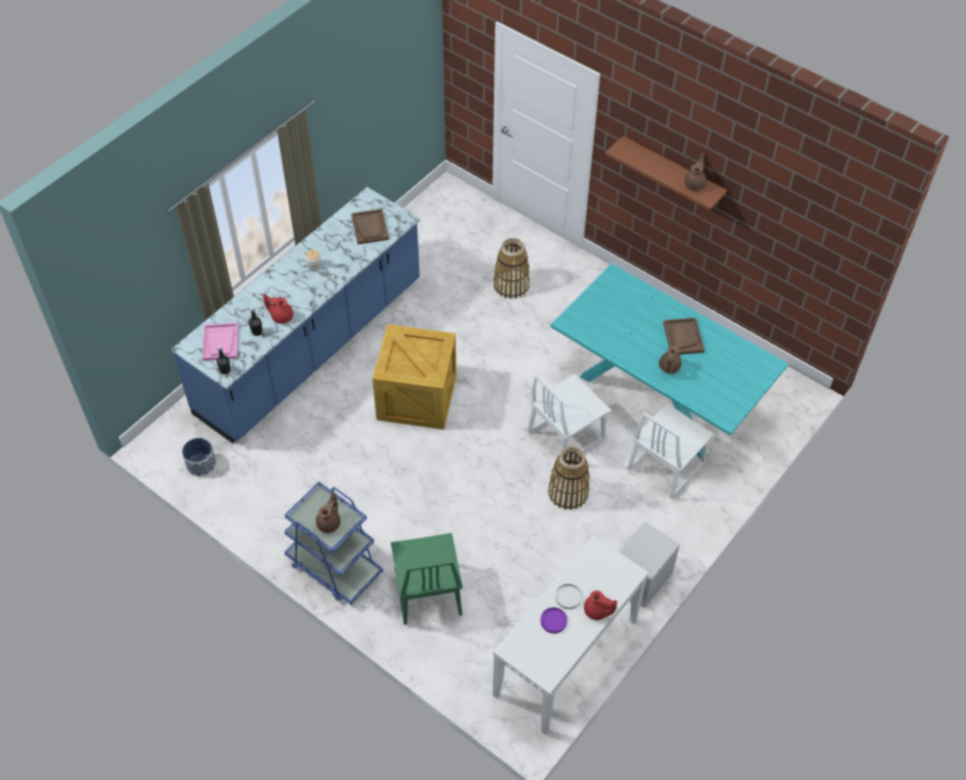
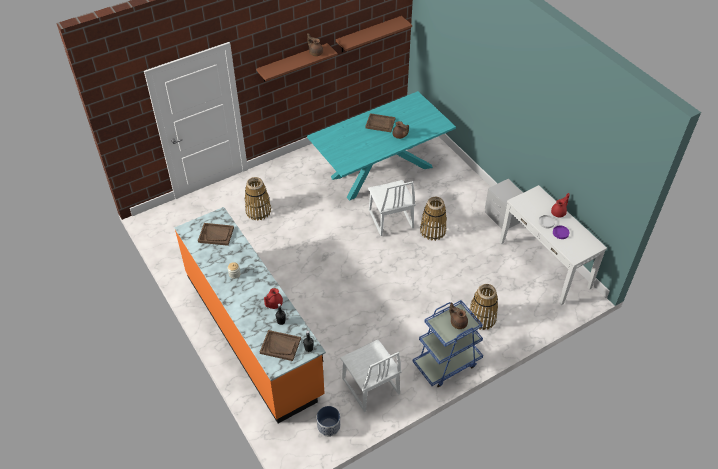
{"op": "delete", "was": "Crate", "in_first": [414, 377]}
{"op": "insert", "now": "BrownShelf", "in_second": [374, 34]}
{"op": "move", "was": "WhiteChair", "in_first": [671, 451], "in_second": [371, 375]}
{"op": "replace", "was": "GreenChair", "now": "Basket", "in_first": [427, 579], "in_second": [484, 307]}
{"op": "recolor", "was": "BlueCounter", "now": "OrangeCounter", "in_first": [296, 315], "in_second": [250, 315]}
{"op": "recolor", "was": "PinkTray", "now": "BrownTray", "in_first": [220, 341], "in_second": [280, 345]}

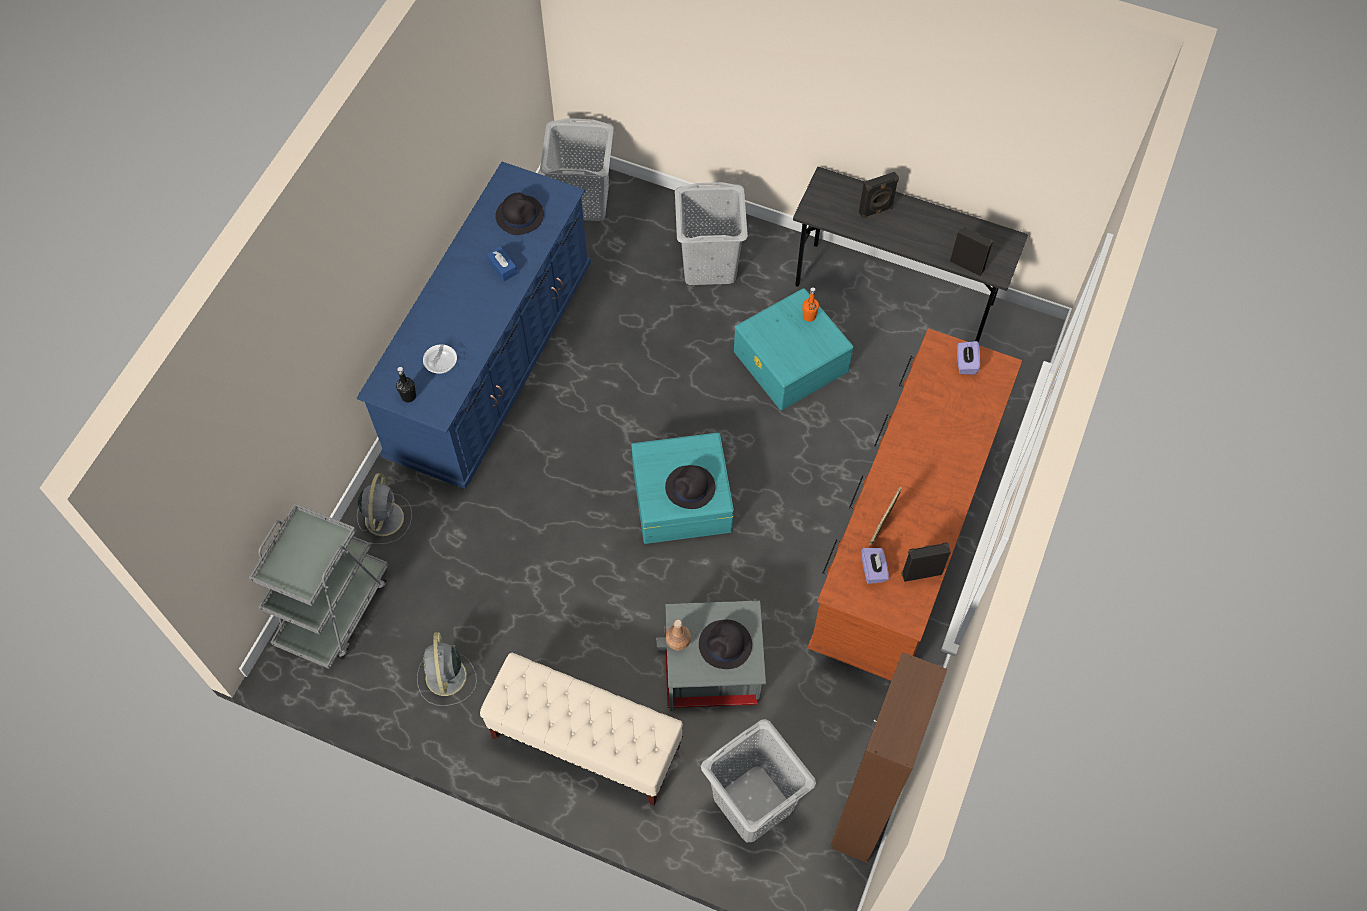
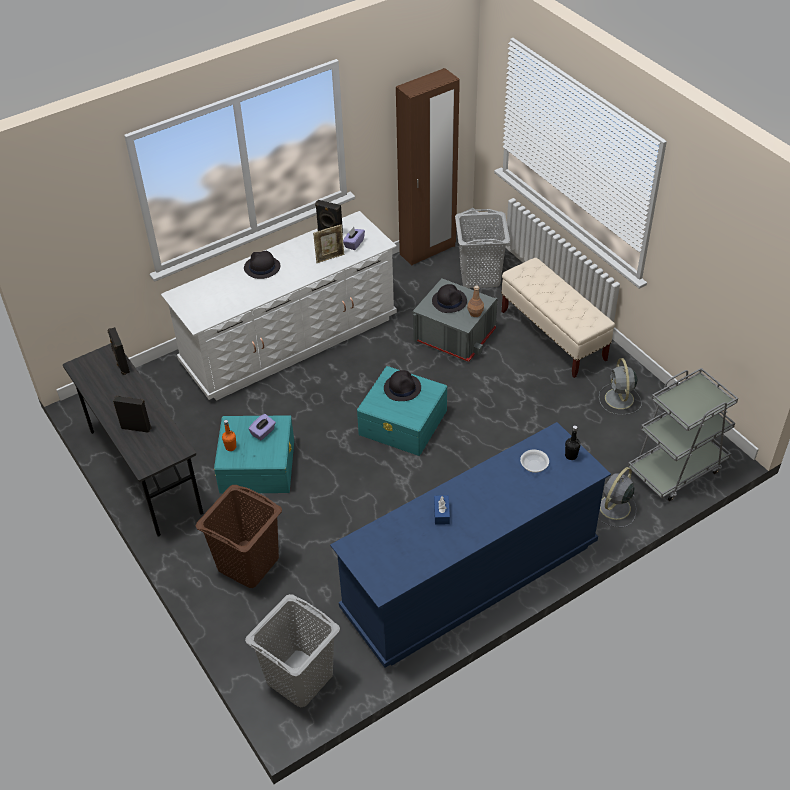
{"op": "move", "was": "BlackHat", "in_first": [519, 214], "in_second": [262, 265]}
{"op": "move", "was": "PurpleTissueBox", "in_first": [968, 358], "in_second": [262, 427]}
{"op": "recolor", "was": "GreyLaundryBasket", "now": "BrownLaundryBasket", "in_first": [711, 233], "in_second": [238, 536]}
{"op": "recolor", "was": "BrownDresser", "now": "WhiteDresser", "in_first": [915, 504], "in_second": [279, 306]}
{"op": "rotate", "was": "GreyFan", "in_first": [447, 669], "in_second": [620, 386], "clockwise": 150}

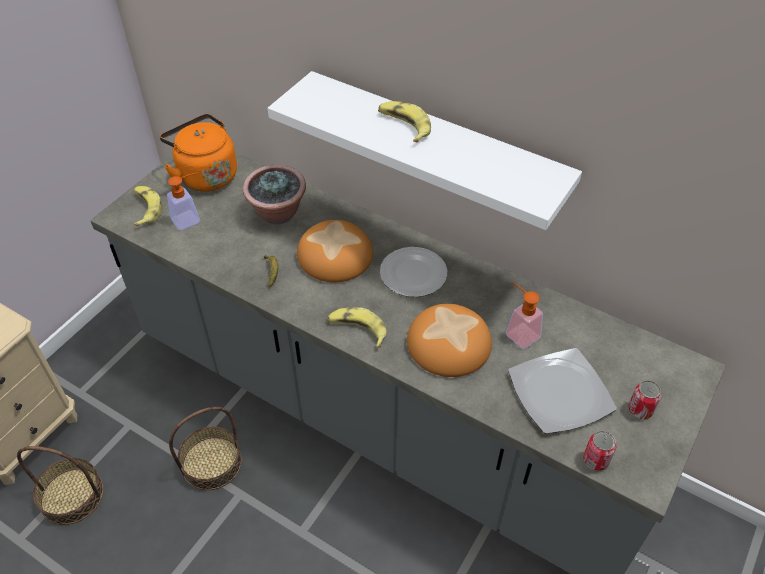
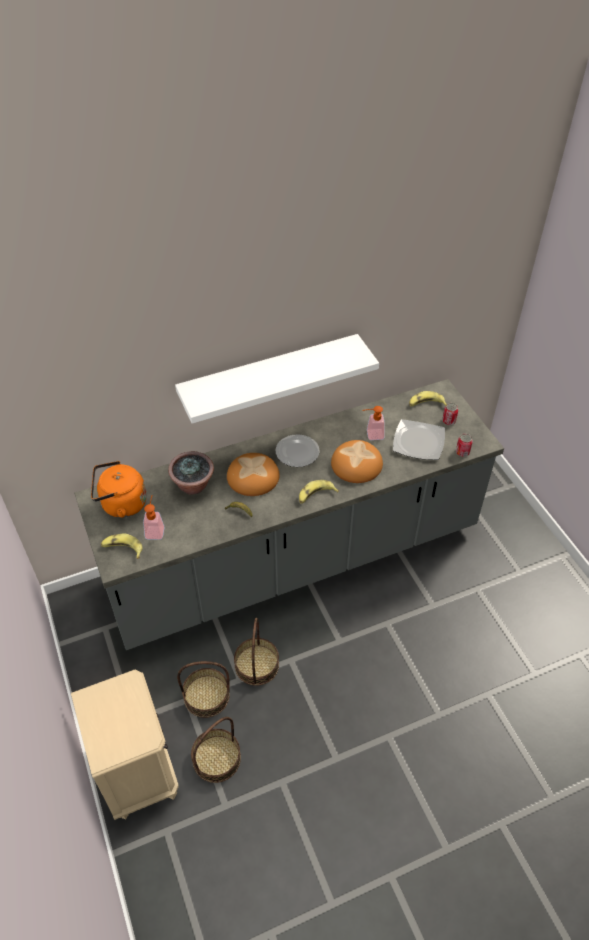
{"op": "insert", "now": "Basket", "in_second": [203, 689]}
{"op": "move", "was": "Banana", "in_first": [404, 122], "in_second": [428, 398]}

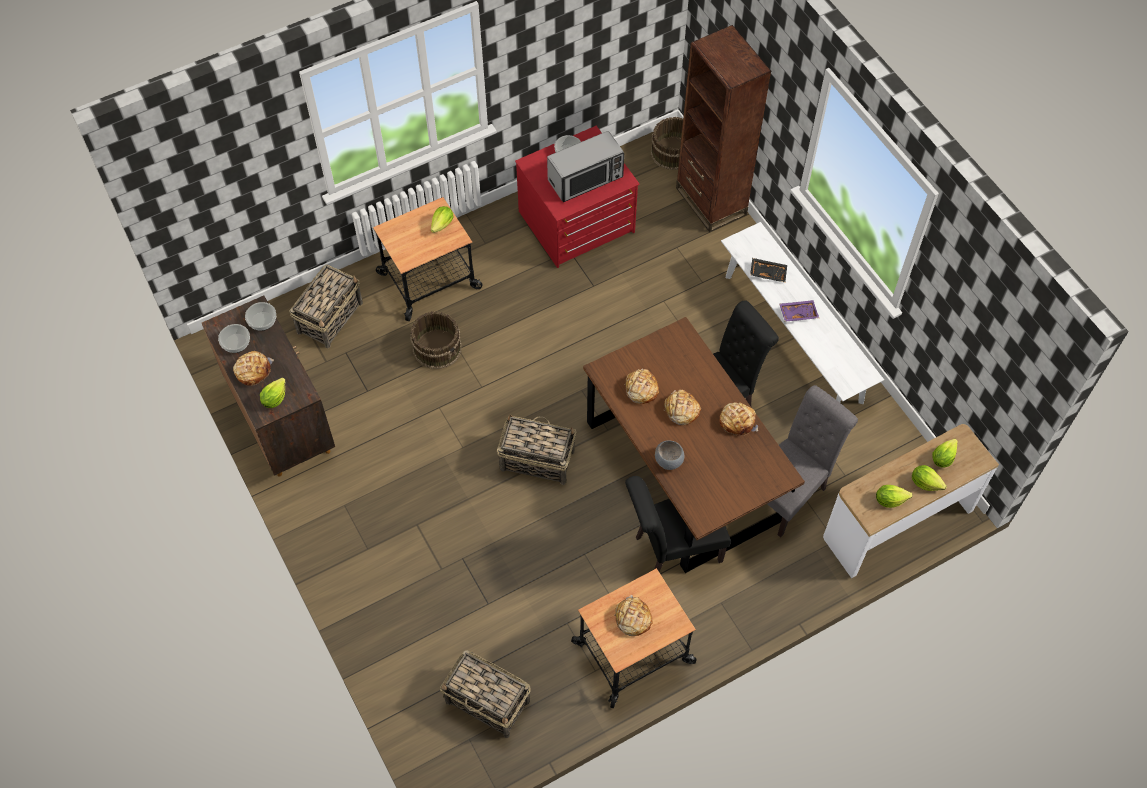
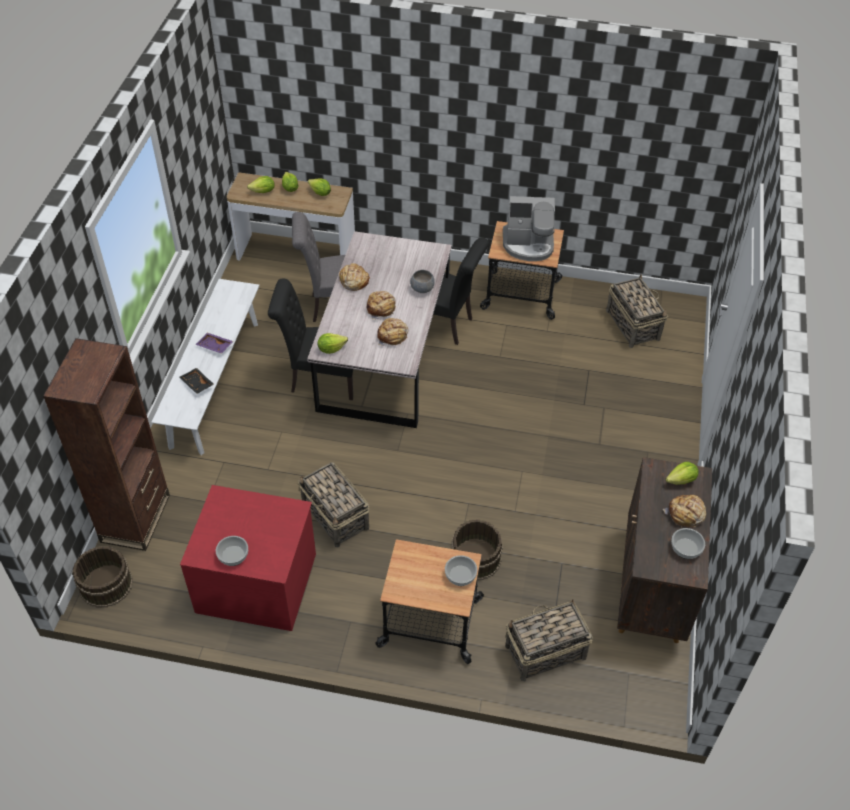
{"op": "delete", "was": "Microwave", "in_first": [585, 166]}
{"op": "move", "was": "Bowl", "in_first": [260, 316], "in_second": [461, 570]}
{"op": "move", "was": "Lettuce", "in_first": [442, 219], "in_second": [333, 343]}
{"op": "move", "was": "Basket", "in_first": [536, 449], "in_second": [333, 505]}
{"op": "replace", "was": "Bread", "now": "CoffeeMachine", "in_first": [633, 615], "in_second": [529, 228]}
{"op": "recolor", "was": "BrownDiningTable", "now": "GreyDiningTable", "in_first": [694, 445], "in_second": [379, 329]}

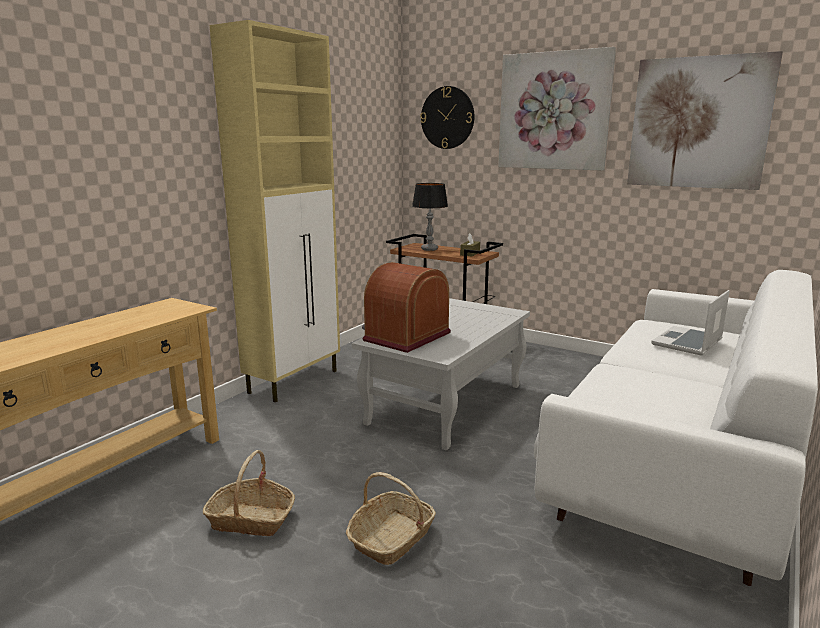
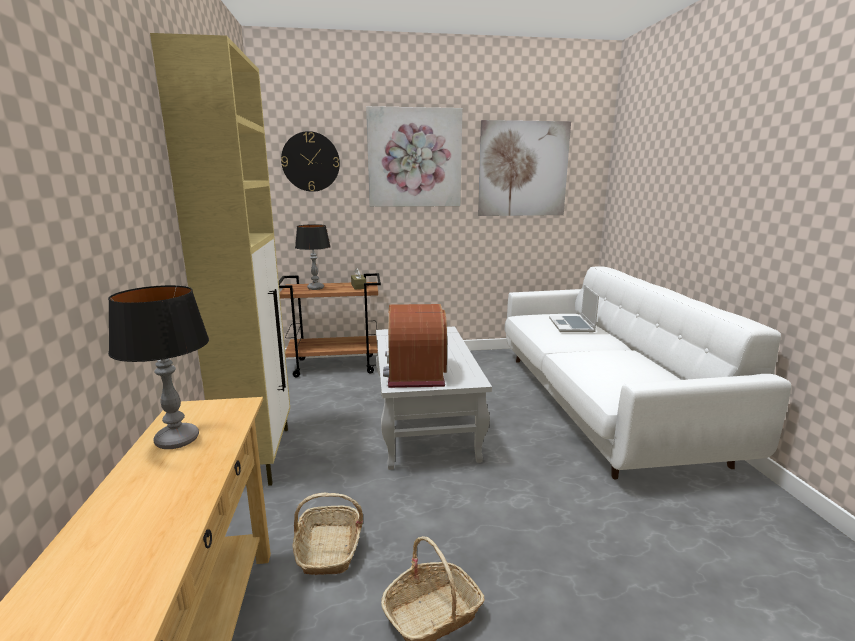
{"op": "insert", "now": "TableLamp", "in_second": [158, 367]}
{"op": "move", "was": "Basket", "in_first": [391, 518], "in_second": [328, 534]}

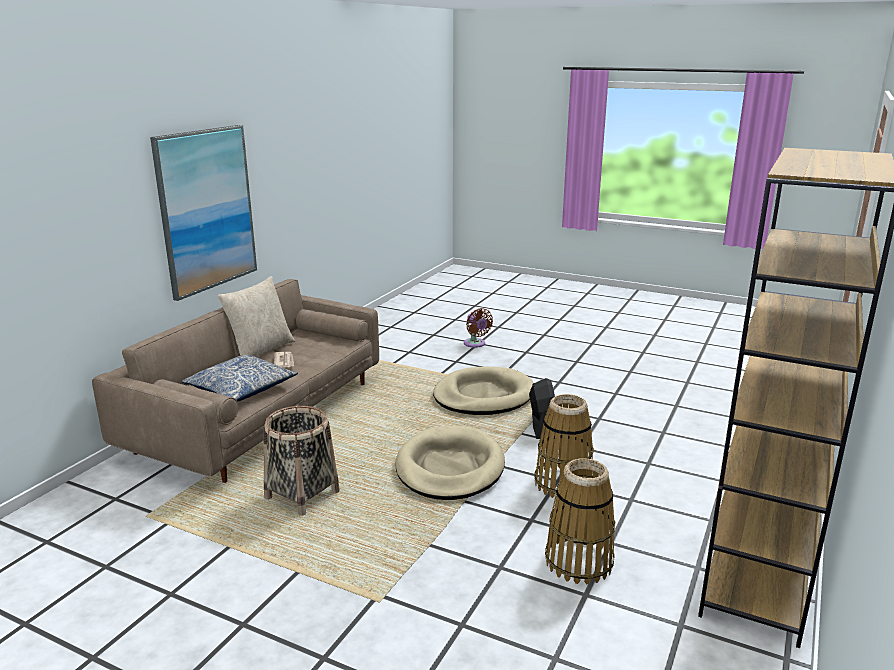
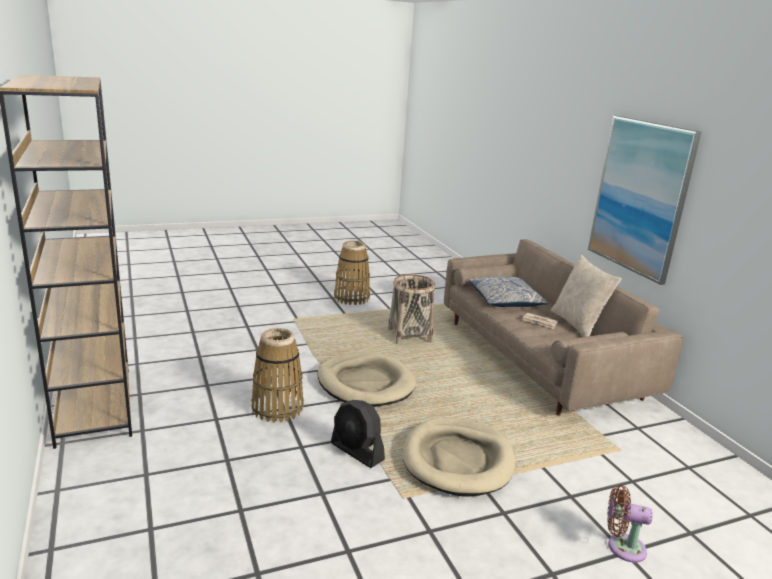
{"op": "move", "was": "Basket", "in_first": [580, 521], "in_second": [352, 273]}

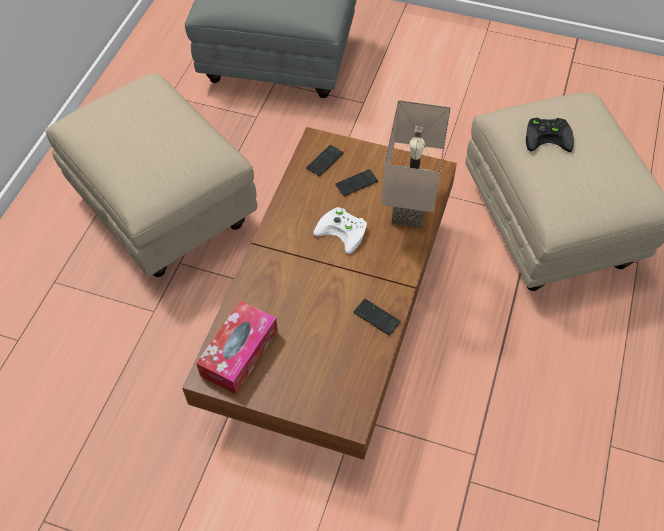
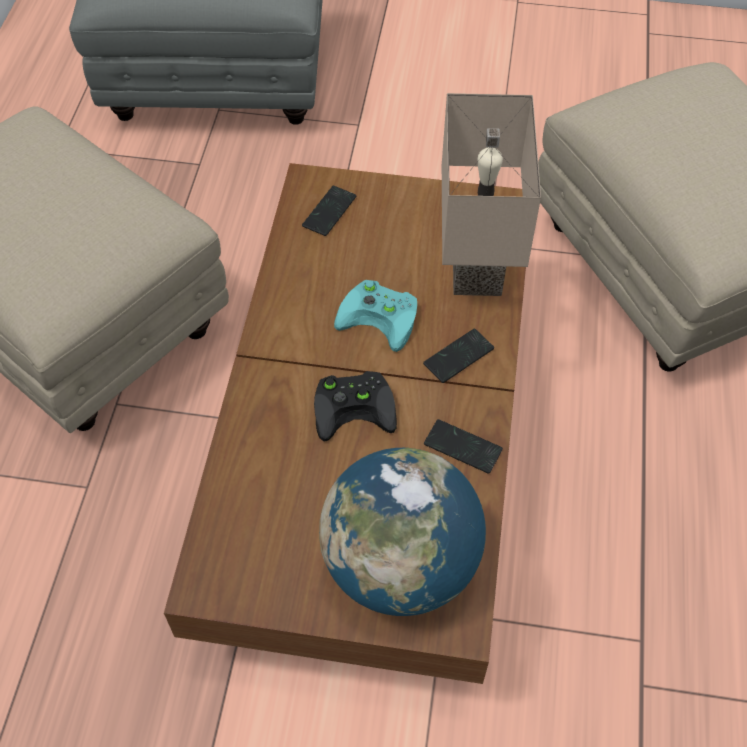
{"op": "delete", "was": "TissueBox", "in_first": [237, 347]}
{"op": "insert", "now": "Globe", "in_second": [402, 532]}
{"op": "move", "was": "Phone", "in_first": [356, 182], "in_second": [458, 356]}
{"op": "move", "was": "BlackGameController", "in_first": [550, 135], "in_second": [355, 406]}
{"op": "recolor", "was": "WhiteGameController", "now": "TurquoiseGameController", "in_first": [340, 230], "in_second": [375, 316]}

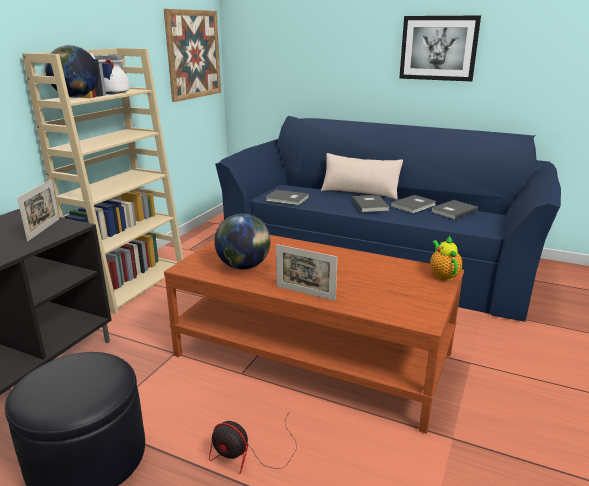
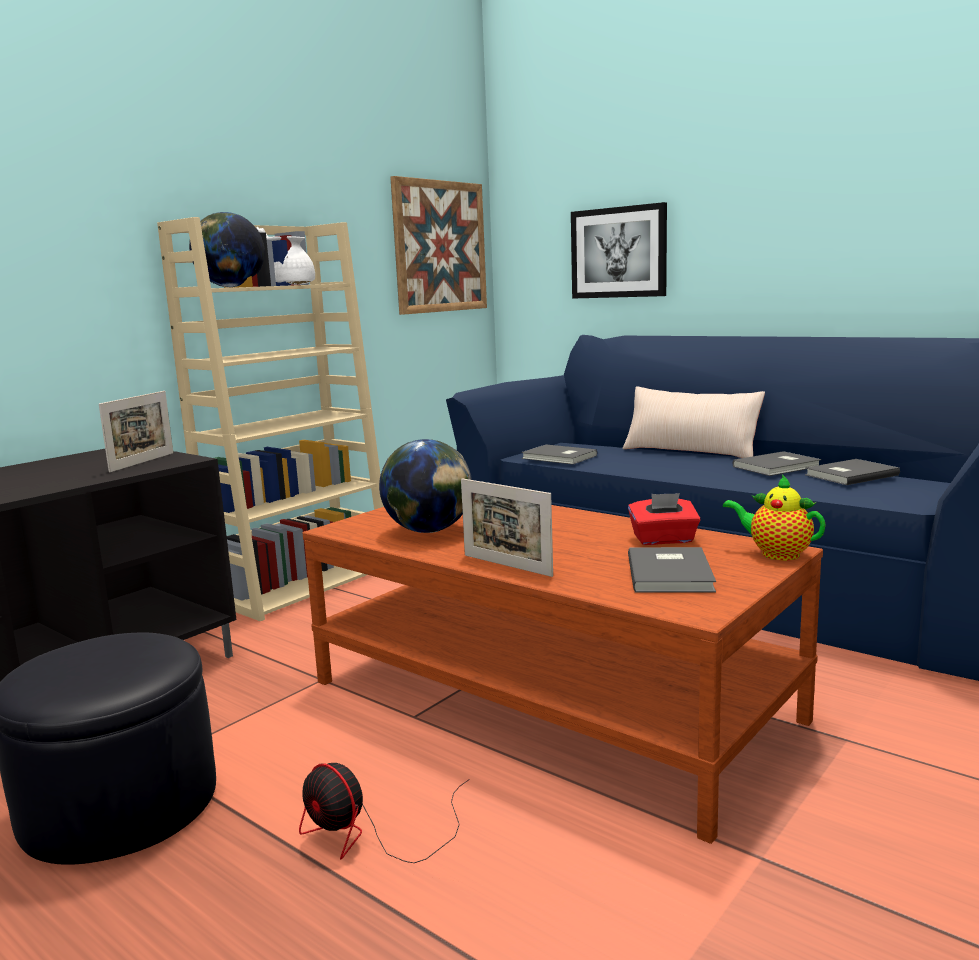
{"op": "insert", "now": "RedTissueBox", "in_second": [664, 519]}
{"op": "move", "was": "GreyBook", "in_first": [371, 203], "in_second": [672, 570]}
{"op": "move", "was": "Picture", "in_first": [440, 49], "in_second": [619, 250]}
{"op": "rotate", "was": "Teapot", "in_first": [446, 258], "in_second": [774, 517], "clockwise": -60}

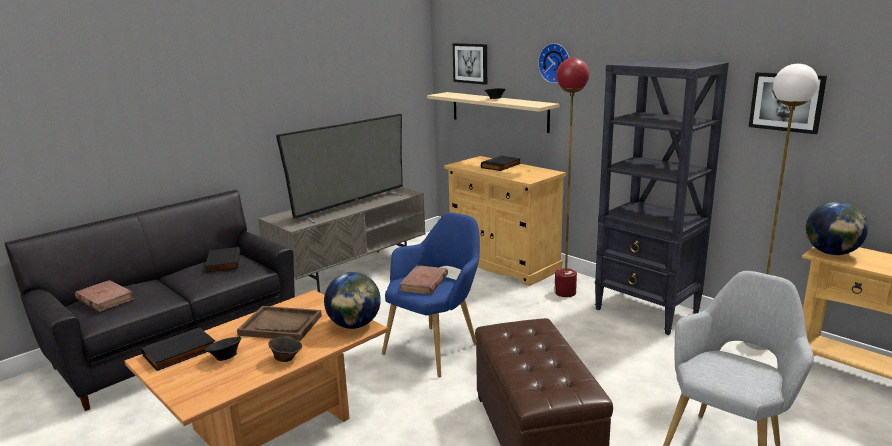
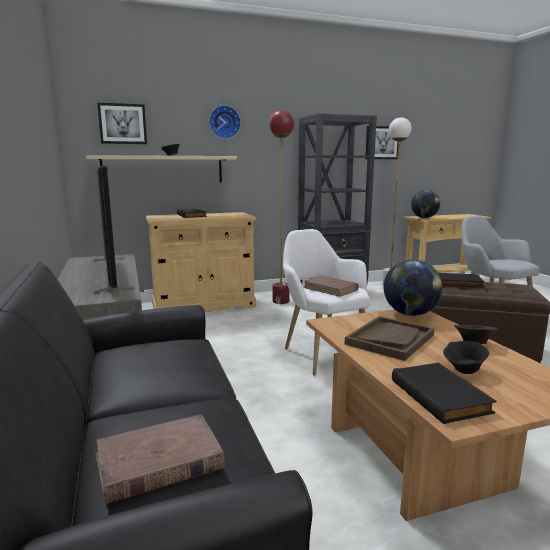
{"op": "move", "was": "BlackBook", "in_first": [222, 259], "in_second": [461, 280]}
{"op": "recolor", "was": "BlueArmchair", "now": "WhiteArmchair", "in_first": [431, 295], "in_second": [326, 302]}

